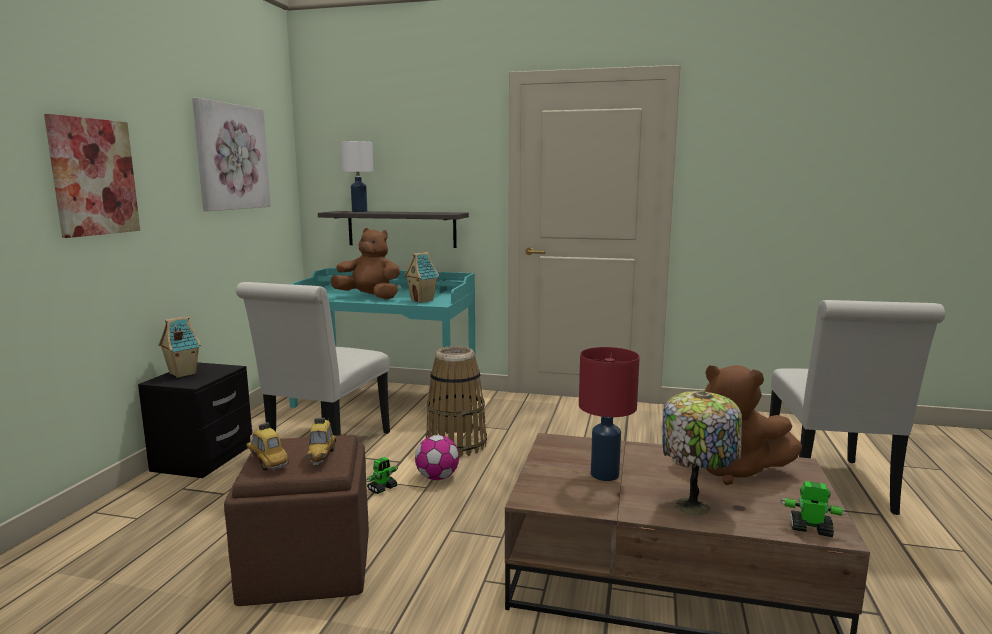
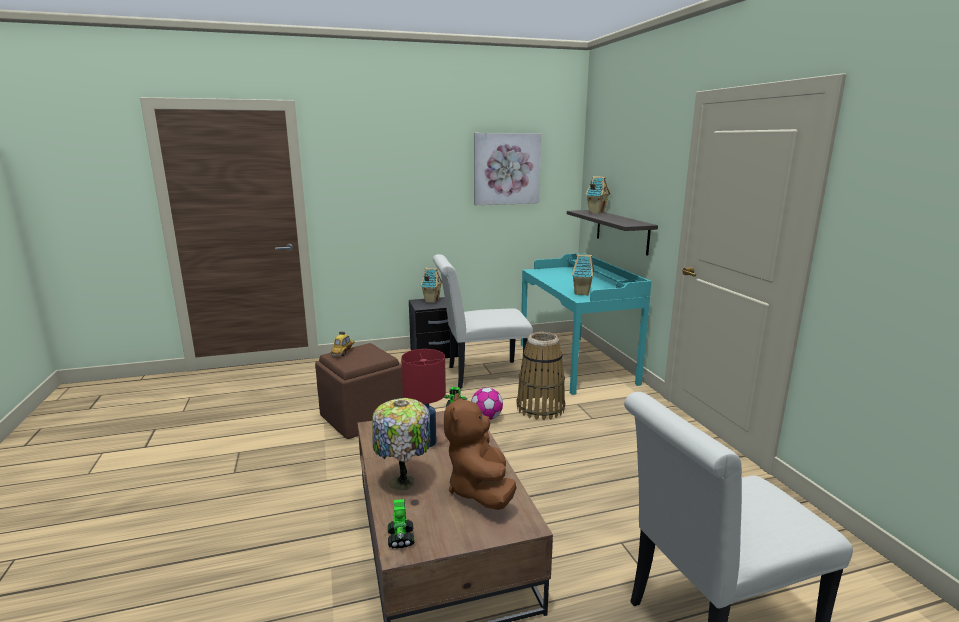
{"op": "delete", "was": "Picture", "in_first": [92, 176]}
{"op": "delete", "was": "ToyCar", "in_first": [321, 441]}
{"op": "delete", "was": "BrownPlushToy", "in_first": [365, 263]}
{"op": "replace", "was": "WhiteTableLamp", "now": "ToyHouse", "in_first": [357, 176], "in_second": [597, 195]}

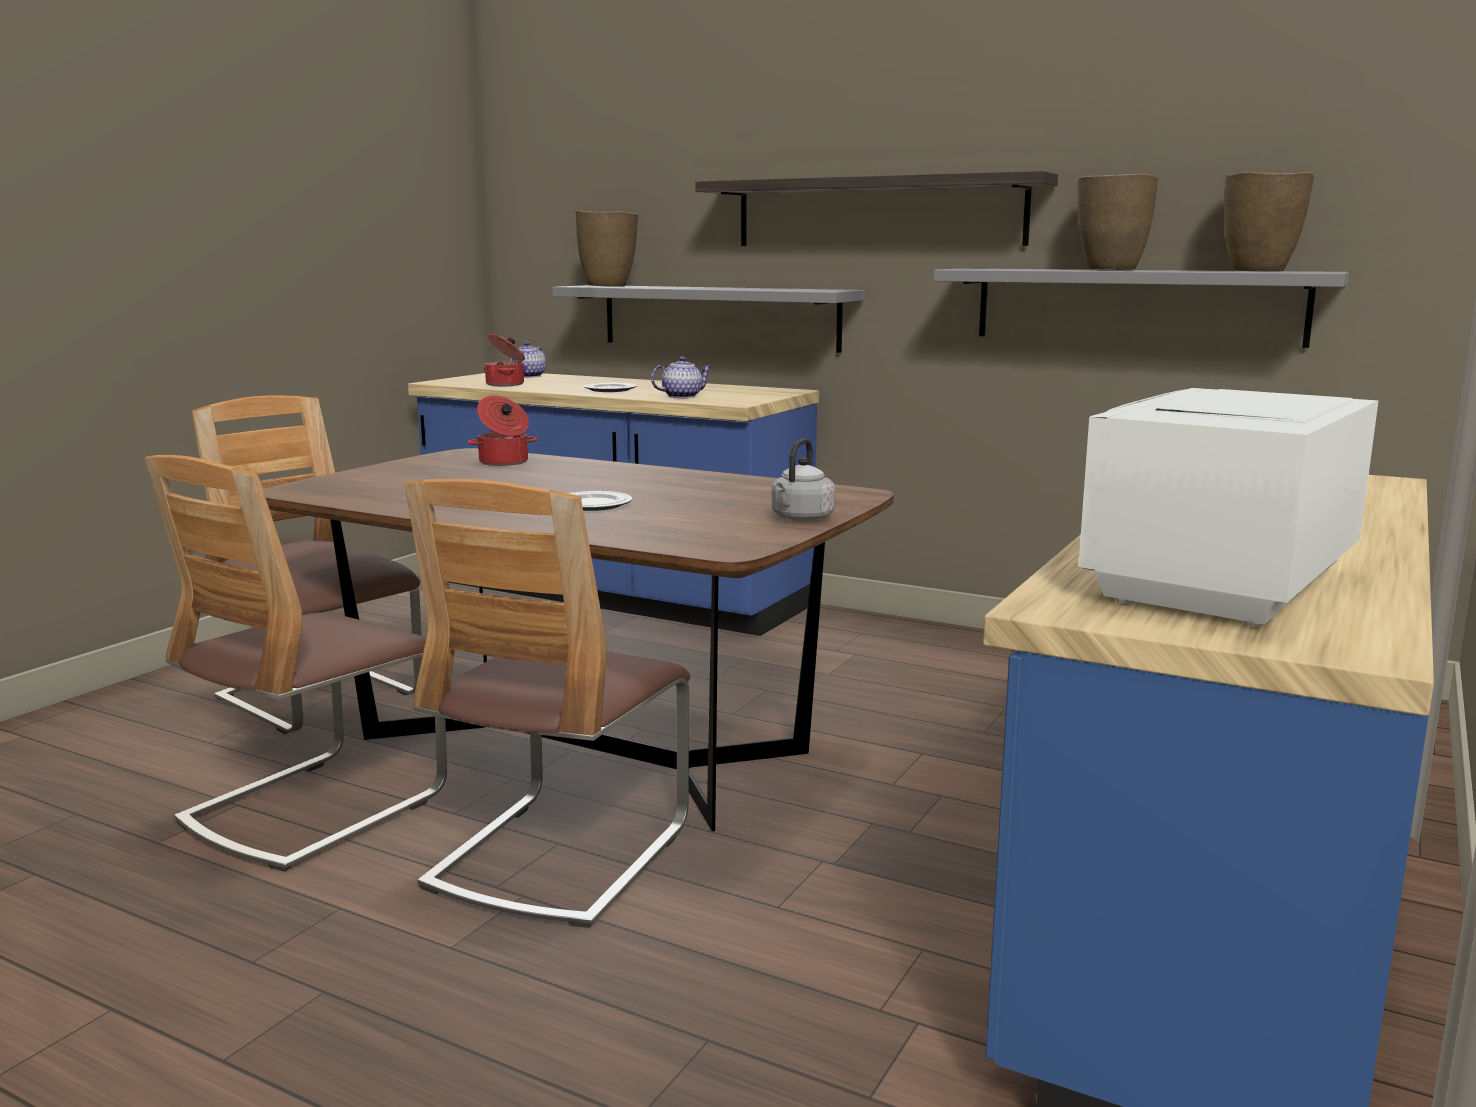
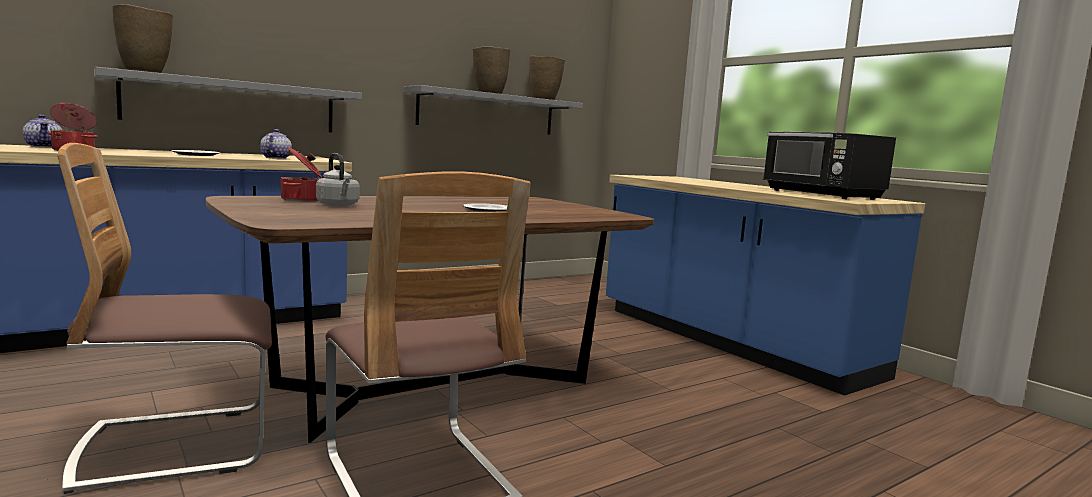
{"op": "delete", "was": "Chair", "in_first": [547, 703]}
{"op": "delete", "was": "Shelf", "in_first": [876, 208]}
{"op": "move", "was": "GreyKettle", "in_first": [804, 480], "in_second": [338, 179]}
{"op": "recolor", "was": "WhiteMicrowave", "now": "BlackMicrowave", "in_first": [1228, 507], "in_second": [829, 166]}

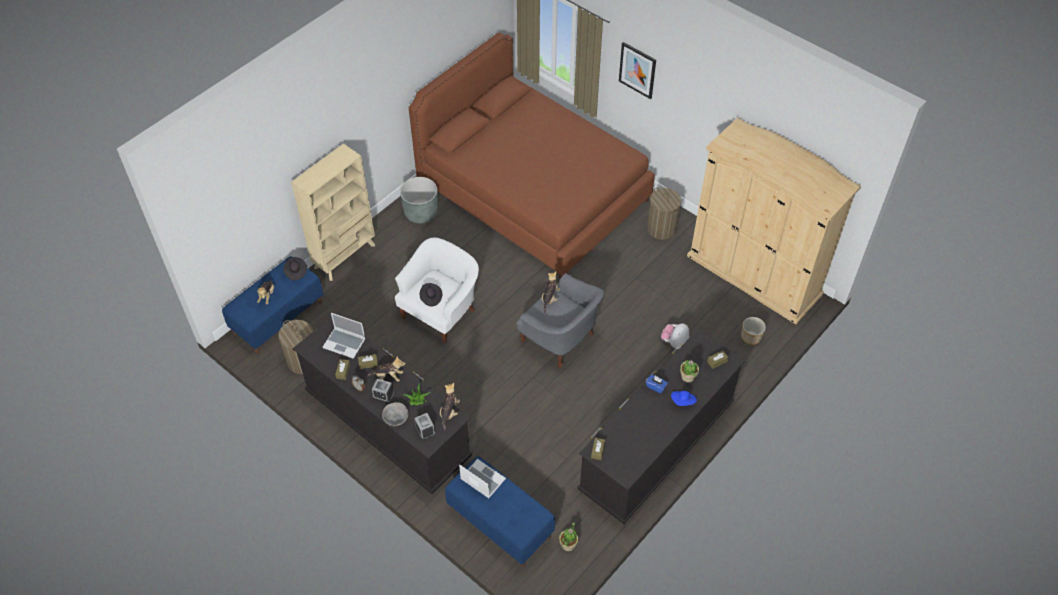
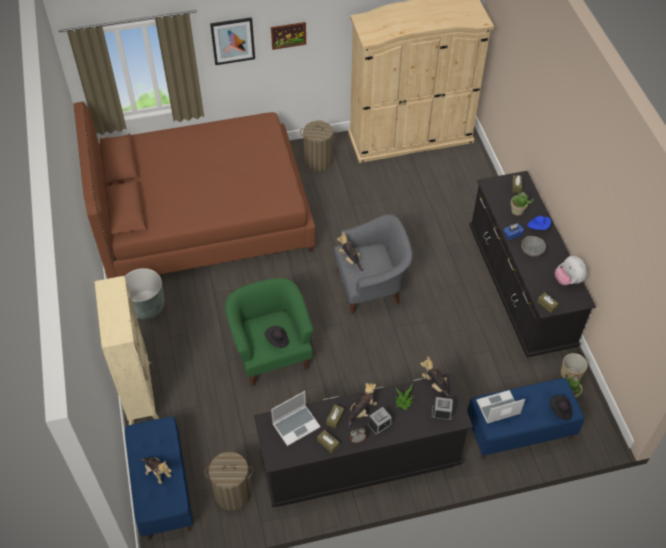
{"op": "insert", "now": "Picture", "in_second": [288, 36]}
{"op": "move", "was": "BlackHat", "in_first": [295, 268], "in_second": [561, 408]}
{"op": "move", "was": "GreyBowl", "in_first": [395, 414], "in_second": [534, 246]}
{"op": "move", "was": "PlushToy", "in_first": [675, 336], "in_second": [571, 270]}
{"op": "move", "was": "Planter", "in_first": [753, 331], "in_second": [574, 366]}
{"op": "recolor", "was": "WhiteArmchair", "now": "GreenArmchair", "in_first": [437, 290], "in_second": [269, 332]}

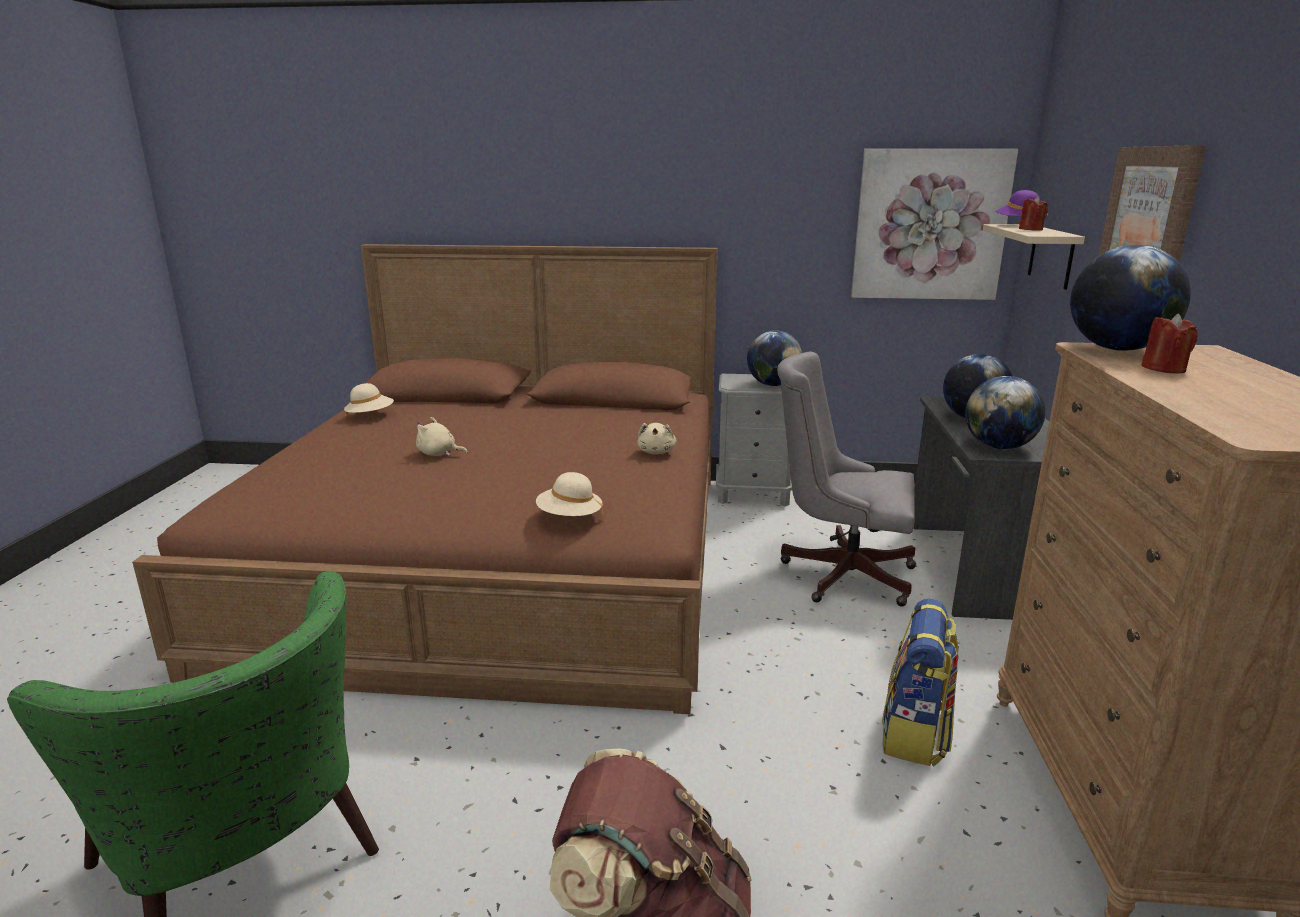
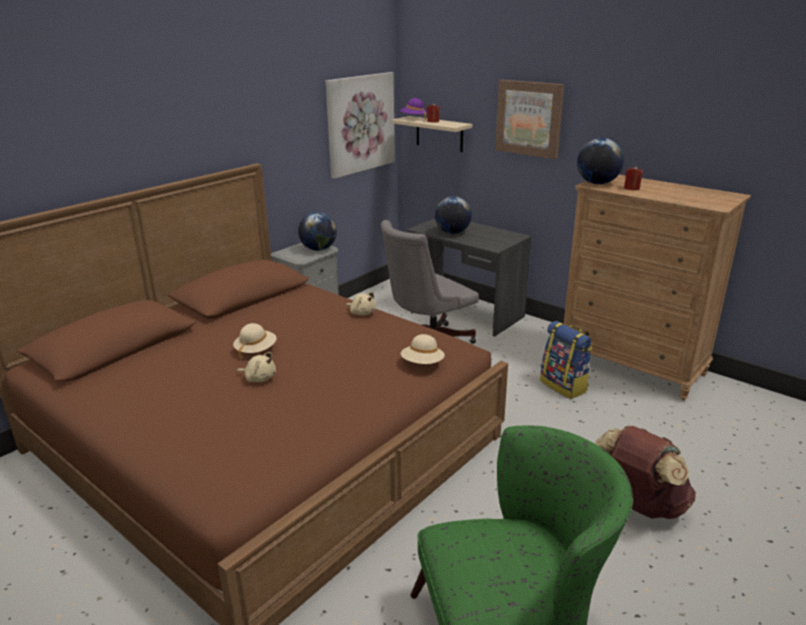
{"op": "delete", "was": "Globe", "in_first": [1005, 412]}
{"op": "move", "was": "BeigeHat", "in_first": [369, 400], "in_second": [255, 341]}
{"op": "rotate", "was": "BeigePlushToy", "in_first": [442, 436], "in_second": [256, 367], "clockwise": -120}

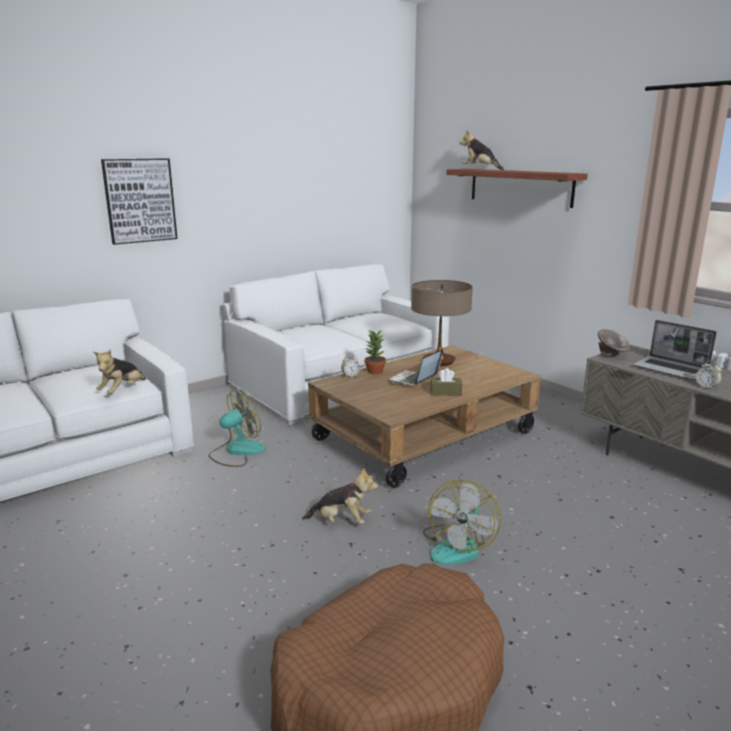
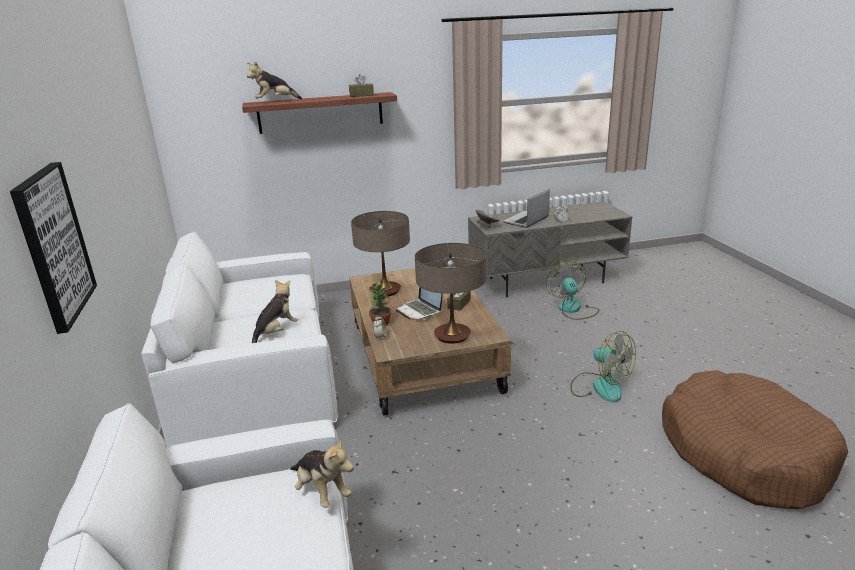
{"op": "insert", "now": "BrownTissueBox", "in_second": [361, 85]}
{"op": "insert", "now": "TableLamp", "in_second": [450, 293]}
{"op": "move", "was": "Fan", "in_first": [237, 428], "in_second": [572, 291]}
{"op": "move", "was": "PlushToy", "in_first": [340, 495], "in_second": [275, 311]}
{"op": "rotate", "was": "Laptop", "in_first": [675, 350], "in_second": [526, 208], "clockwise": 150}

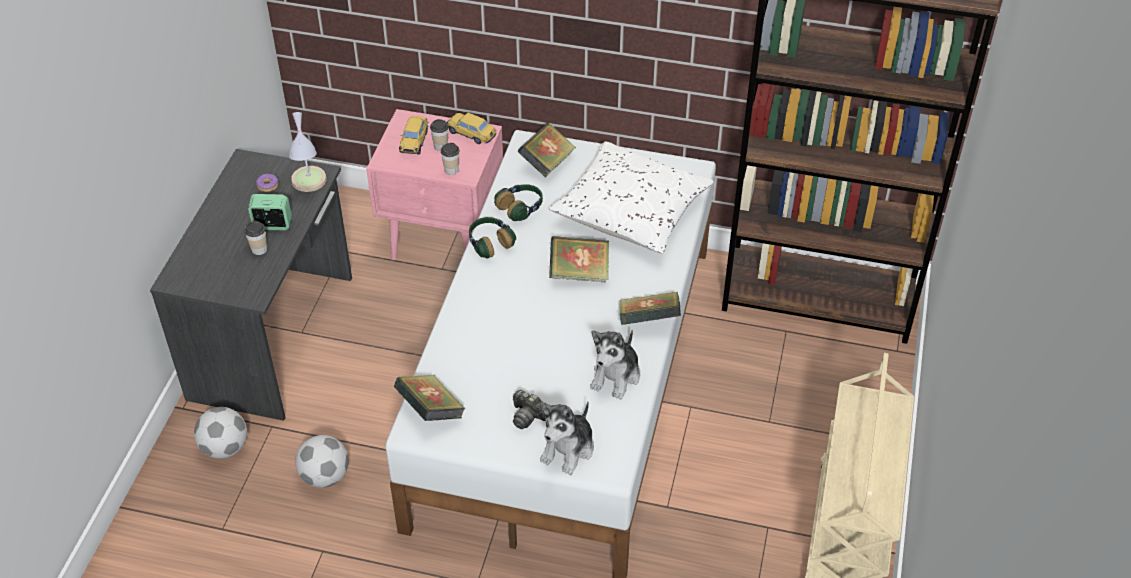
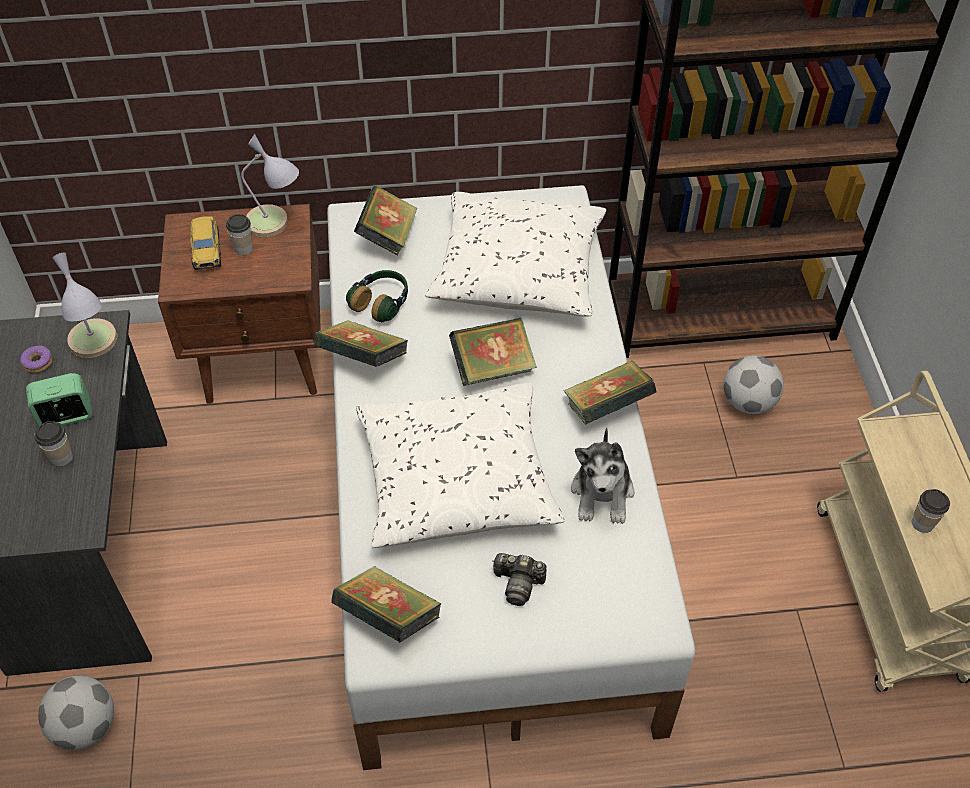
{"op": "delete", "was": "PlushToy", "in_first": [567, 438]}
{"op": "insert", "now": "WhitePillow", "in_second": [460, 465]}
{"op": "move", "was": "Football", "in_first": [322, 461], "in_second": [754, 385]}
{"op": "move", "was": "Cup", "in_first": [450, 159], "in_second": [931, 511]}
{"op": "replace", "was": "ToyCar", "now": "TableLamp", "in_first": [471, 128], "in_second": [270, 185]}
{"op": "replace", "was": "Headphones", "now": "Book", "in_first": [492, 237], "in_second": [361, 343]}
{"op": "recolor", "was": "PinkNightstand", "now": "BrownNightstand", "in_first": [434, 184], "in_second": [239, 304]}

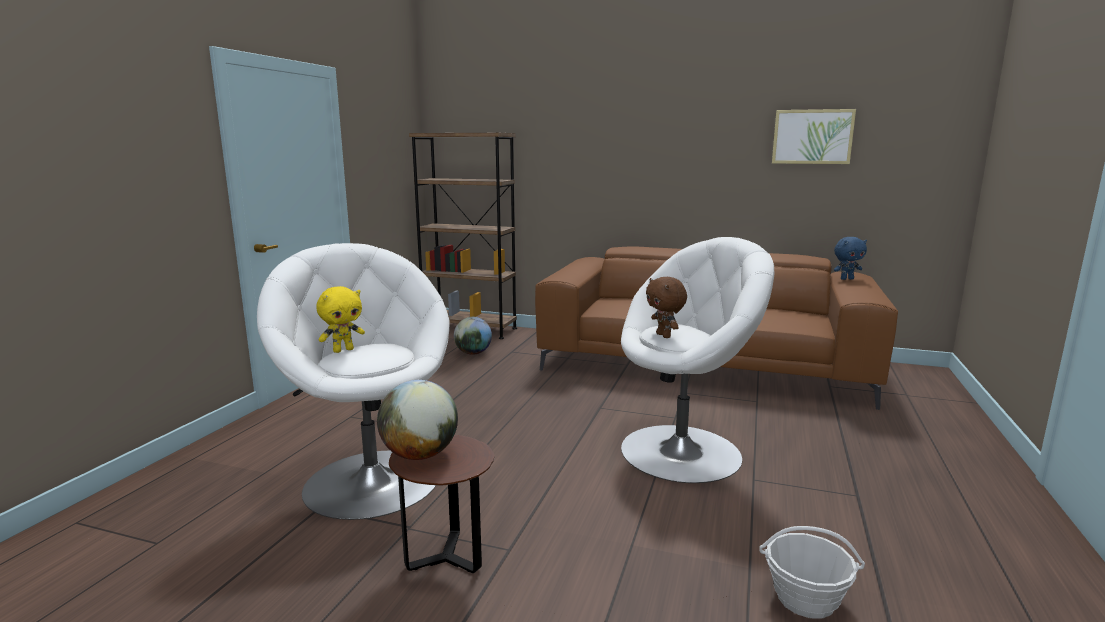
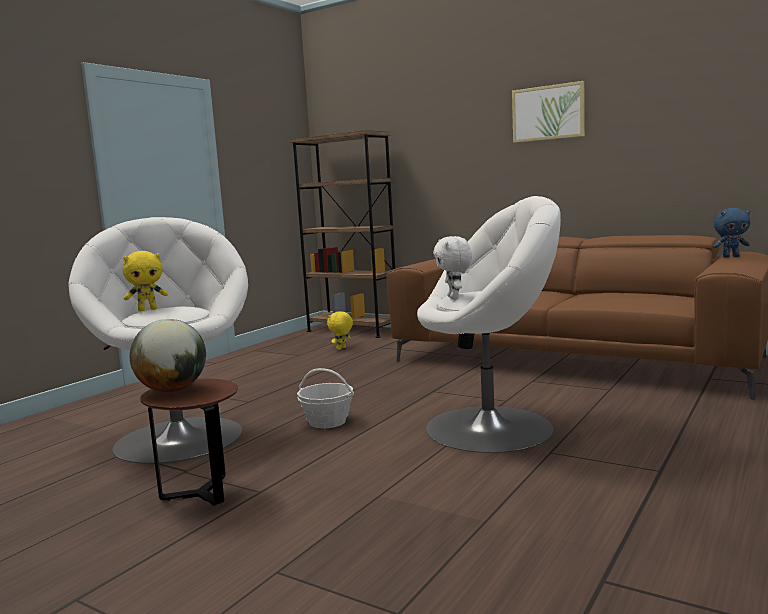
{"op": "move", "was": "Basket", "in_first": [812, 572], "in_second": [325, 398]}
{"op": "move", "was": "Picture", "in_first": [814, 136], "in_second": [548, 112]}
{"op": "replace", "was": "Globe", "now": "YellowPlushToy", "in_first": [473, 336], "in_second": [340, 330]}
{"op": "recolor", "was": "BrownPlushToy", "now": "WhitePlushToy", "in_first": [666, 307], "in_second": [452, 268]}

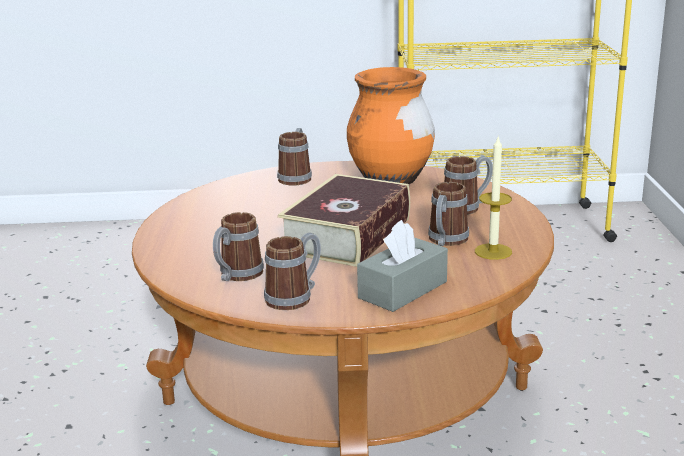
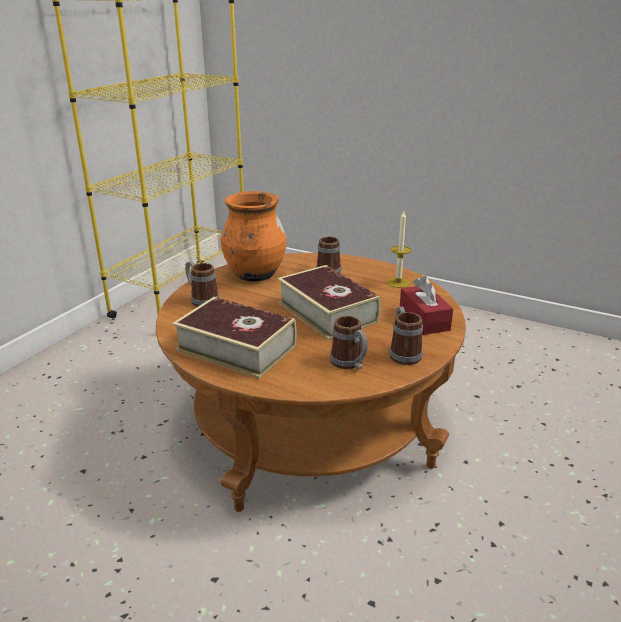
{"op": "delete", "was": "Mug", "in_first": [448, 214]}
{"op": "insert", "now": "Book", "in_second": [234, 338]}
{"op": "recolor", "was": "GreyTissueBox", "now": "RedTissueBox", "in_first": [402, 266], "in_second": [426, 305]}

